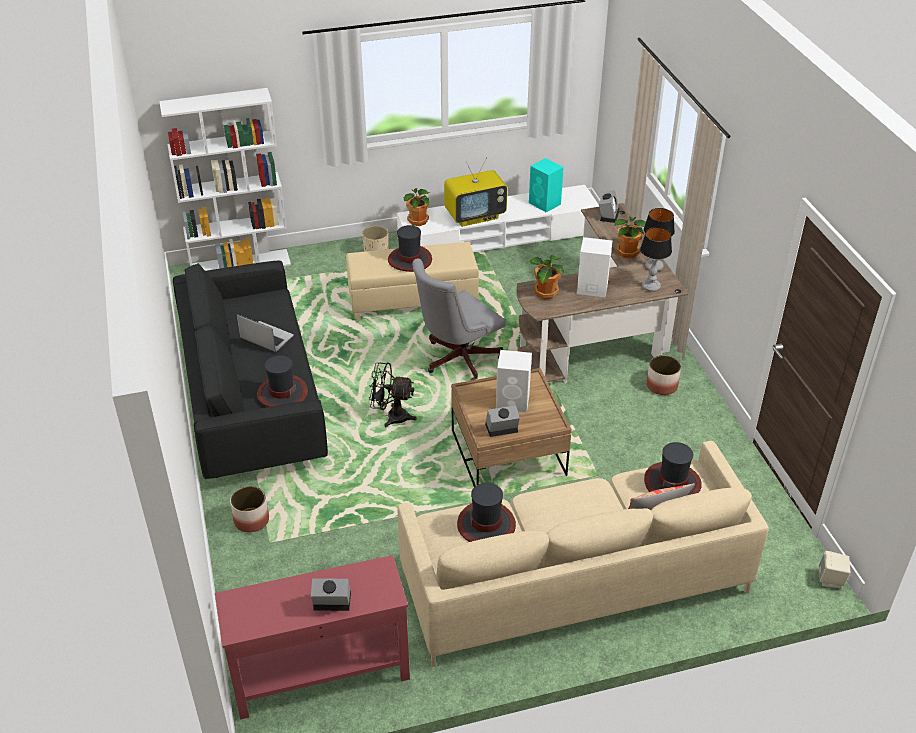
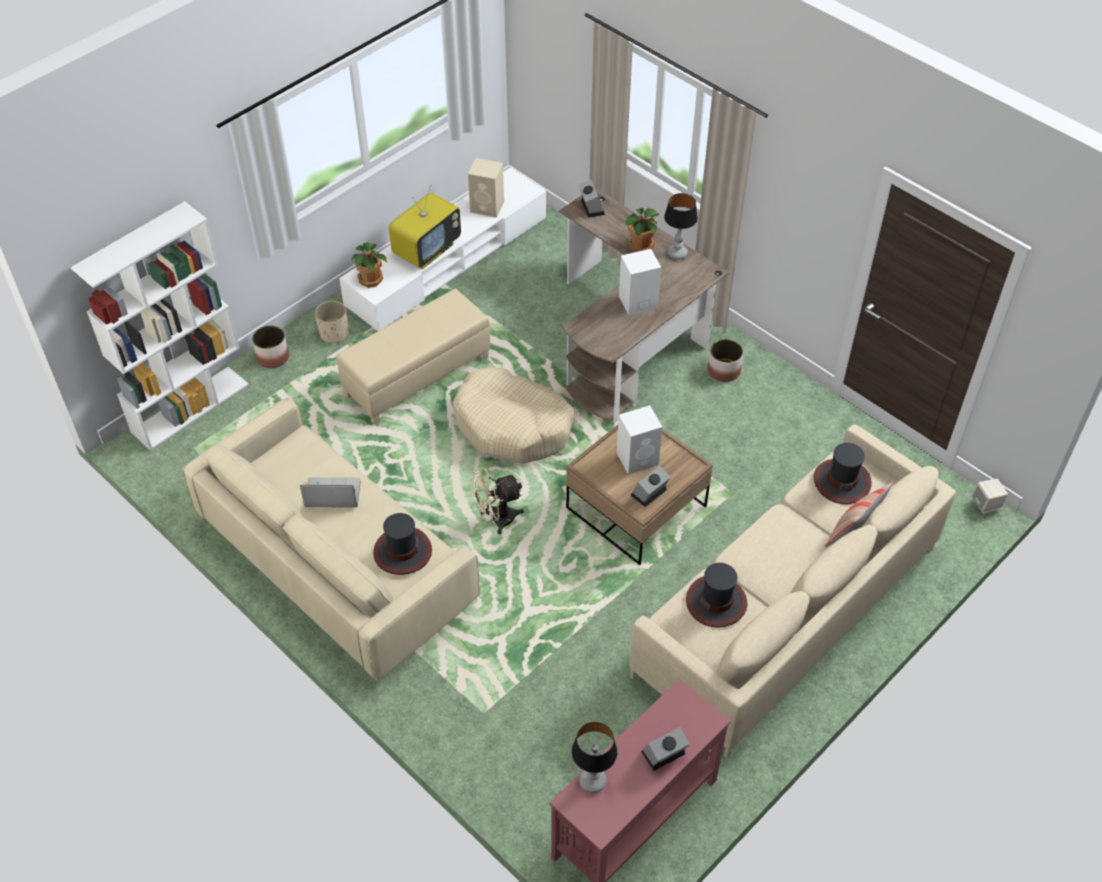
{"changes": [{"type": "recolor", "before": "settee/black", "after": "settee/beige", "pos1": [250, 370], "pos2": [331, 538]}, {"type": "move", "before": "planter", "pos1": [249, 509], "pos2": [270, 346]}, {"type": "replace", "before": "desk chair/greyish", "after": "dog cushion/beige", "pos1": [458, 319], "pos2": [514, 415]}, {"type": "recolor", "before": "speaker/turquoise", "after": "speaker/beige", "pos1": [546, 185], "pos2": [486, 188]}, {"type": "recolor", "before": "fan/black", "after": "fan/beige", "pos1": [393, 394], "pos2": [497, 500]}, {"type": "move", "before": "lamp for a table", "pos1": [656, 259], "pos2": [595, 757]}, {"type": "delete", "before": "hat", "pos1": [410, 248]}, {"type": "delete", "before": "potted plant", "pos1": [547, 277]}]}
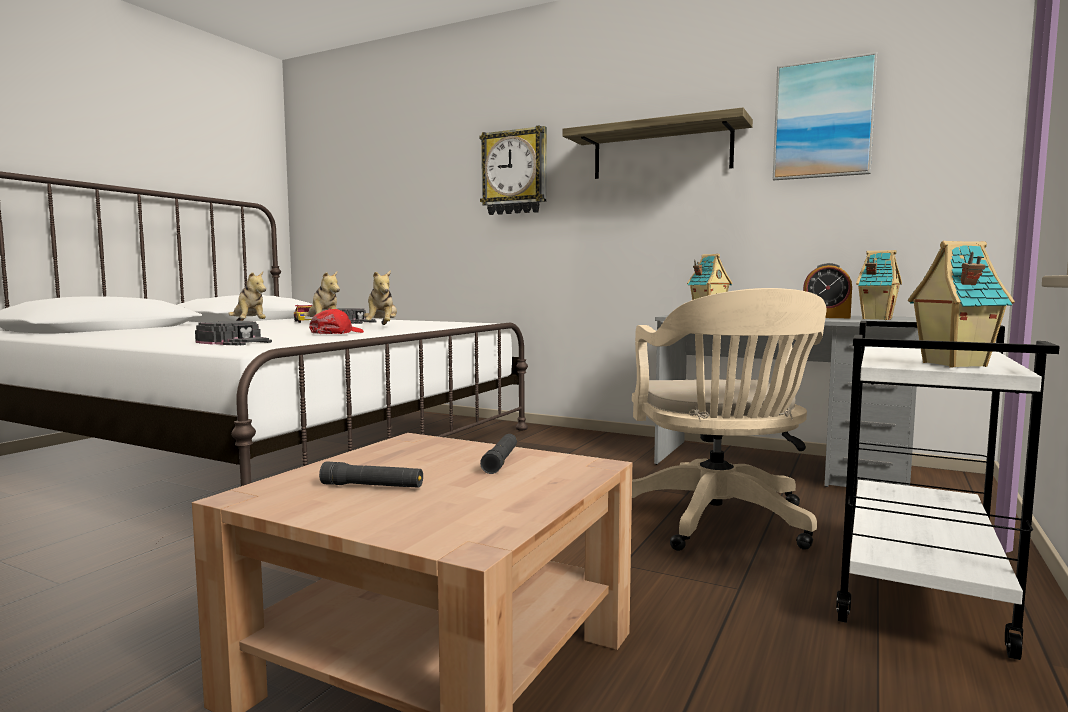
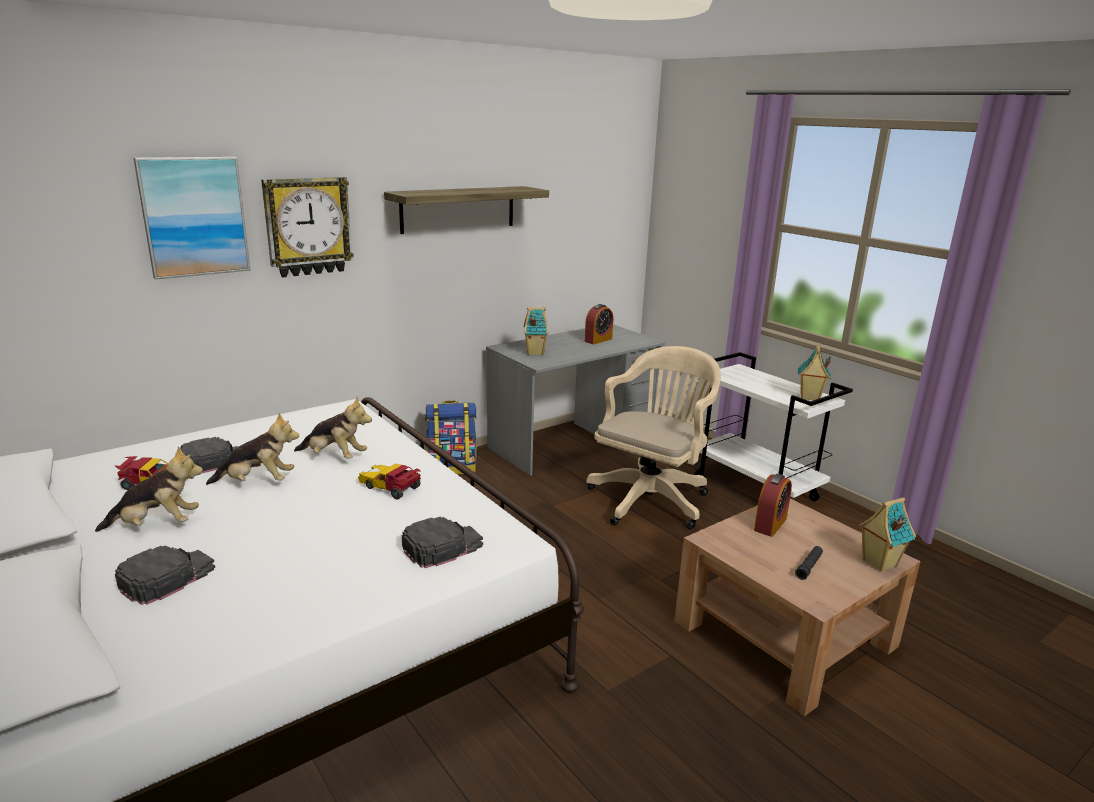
{"changes": [{"type": "insert", "after": "cap/black", "pos2": [165, 575]}, {"type": "move", "before": "wall picture", "pos1": [825, 116], "pos2": [192, 218]}, {"type": "replace", "before": "cap/red", "after": "miniature car", "pos1": [336, 321], "pos2": [389, 481]}, {"type": "insert", "after": "rucksack", "pos2": [451, 438]}, {"type": "rotate", "before": "desk chair/beige", "pos1": [729, 419], "pos2": [654, 438], "turn": -75}, {"type": "replace", "before": "torch/black", "after": "alarm clock", "pos1": [498, 454], "pos2": [773, 505]}, {"type": "move", "before": "miniature house", "pos1": [879, 285], "pos2": [887, 534]}]}
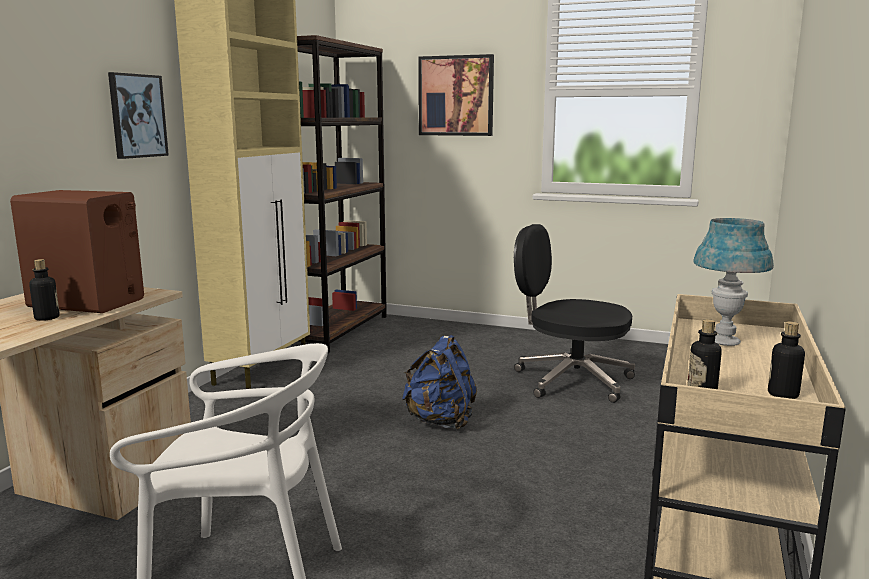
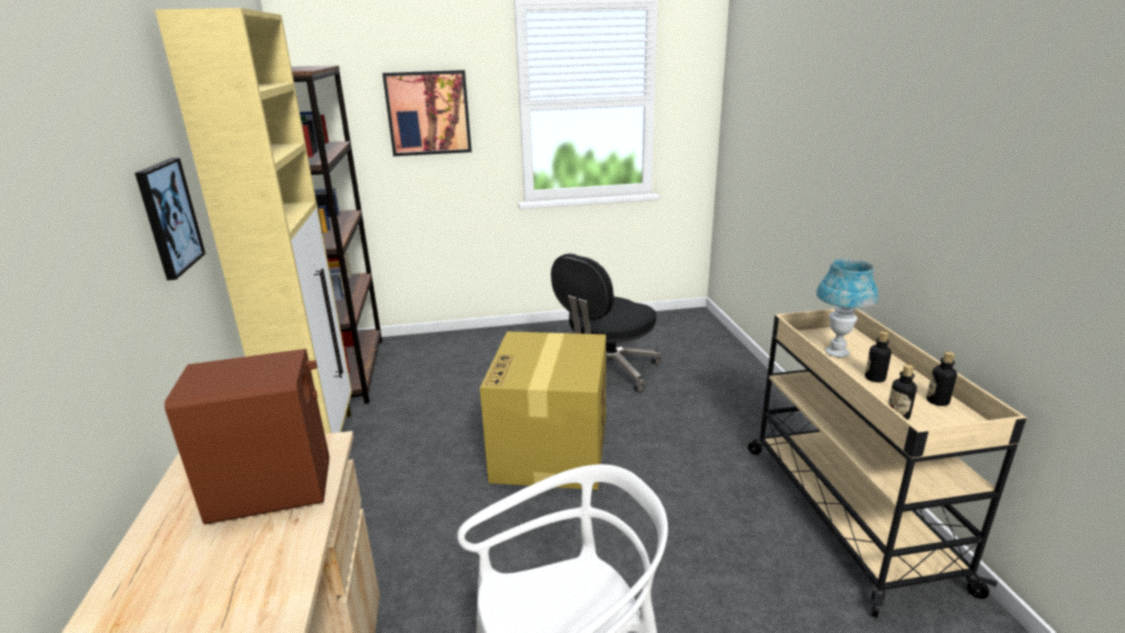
{"changes": [{"type": "replace", "before": "rucksack/blue", "after": "carton", "pos1": [439, 382], "pos2": [543, 410]}, {"type": "rotate", "before": "desk chair/black", "pos1": [574, 313], "pos2": [606, 323], "turn": -45}, {"type": "move", "before": "bottle", "pos1": [44, 290], "pos2": [878, 356]}]}
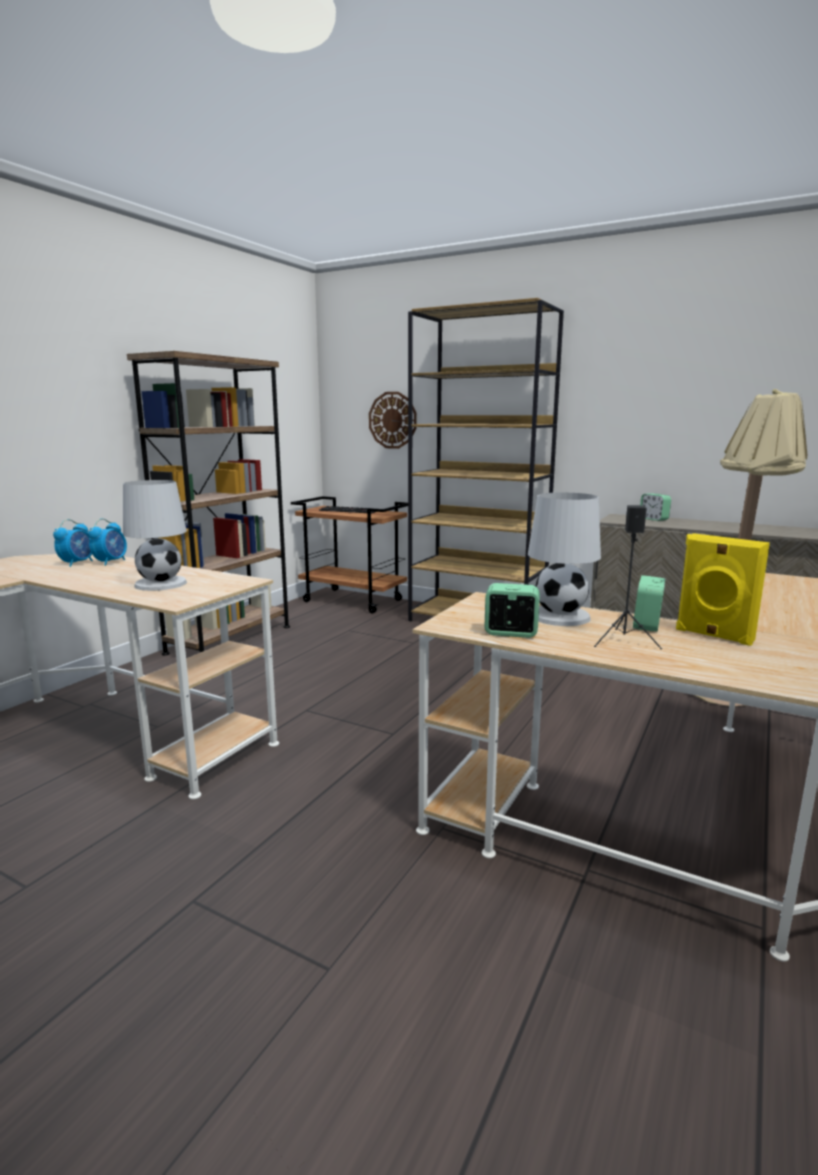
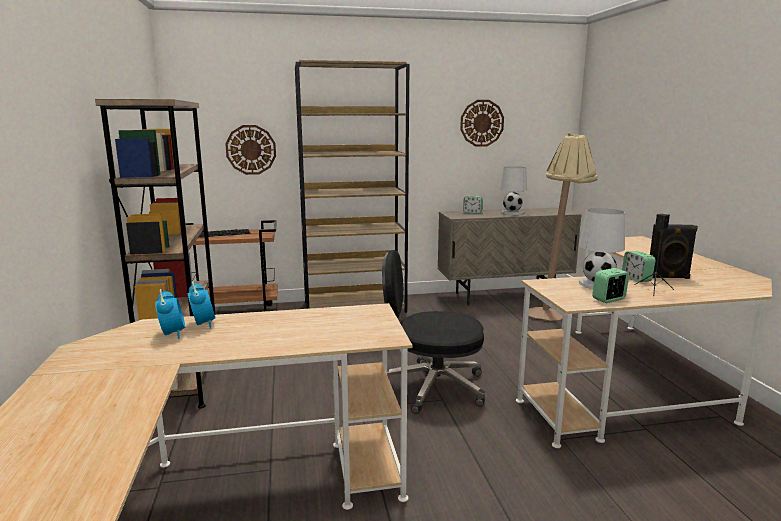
{"changes": [{"type": "insert", "after": "desk chair/black", "pos2": [433, 332]}, {"type": "insert", "after": "wall clock", "pos2": [482, 123]}, {"type": "move", "before": "lamp for a table/white-coloured", "pos1": [155, 535], "pos2": [513, 190]}, {"type": "recolor", "before": "speaker/yellowish", "after": "speaker/black", "pos1": [723, 589], "pos2": [674, 251]}]}
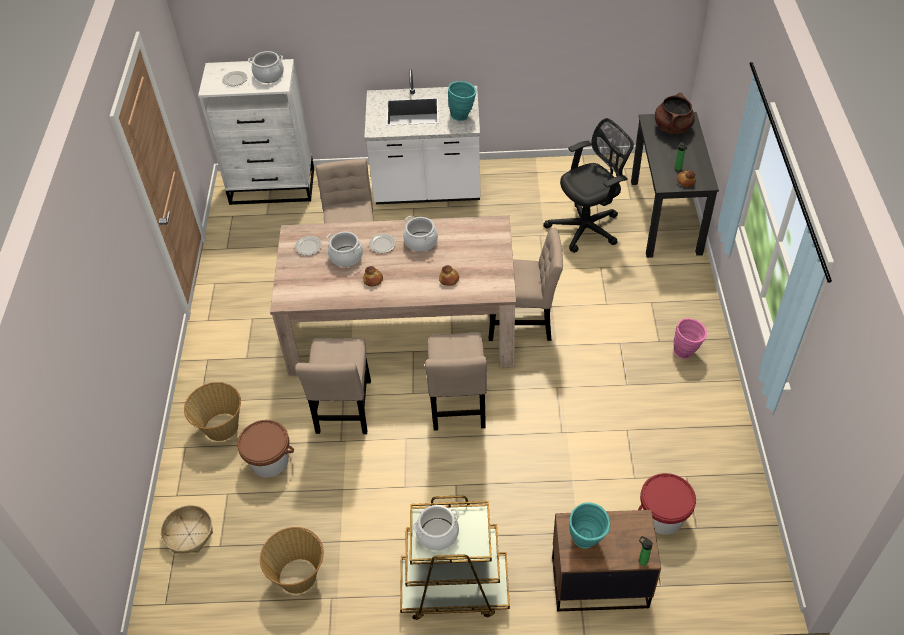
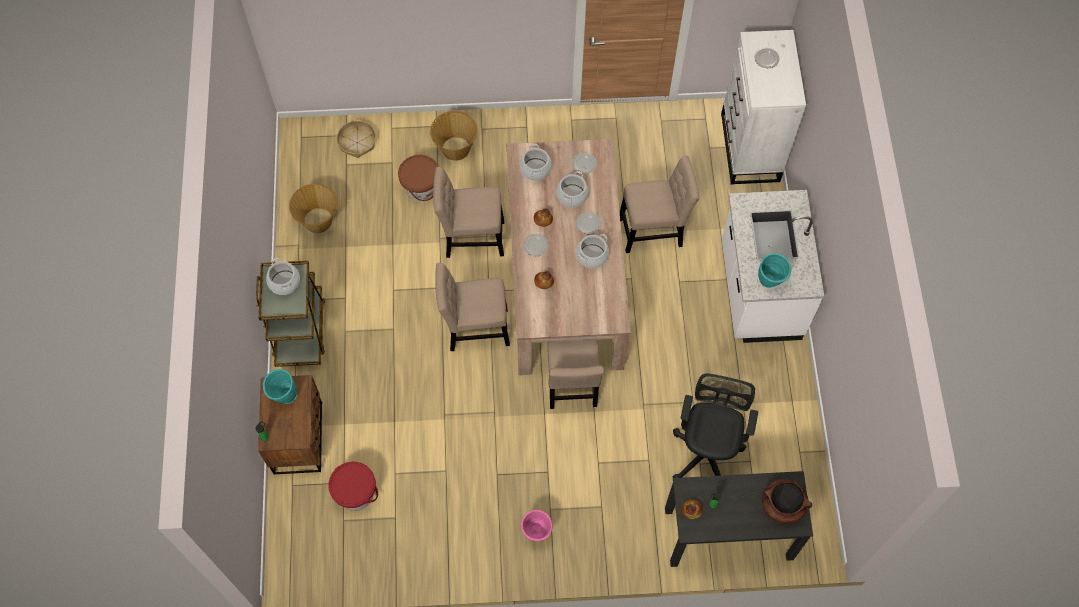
{"changes": [{"type": "move", "before": "stockpot", "pos1": [266, 67], "pos2": [536, 162]}, {"type": "insert", "after": "flat dish", "pos2": [536, 245]}, {"type": "rotate", "before": "desk chair/black", "pos1": [588, 185], "pos2": [715, 426], "turn": -135}]}
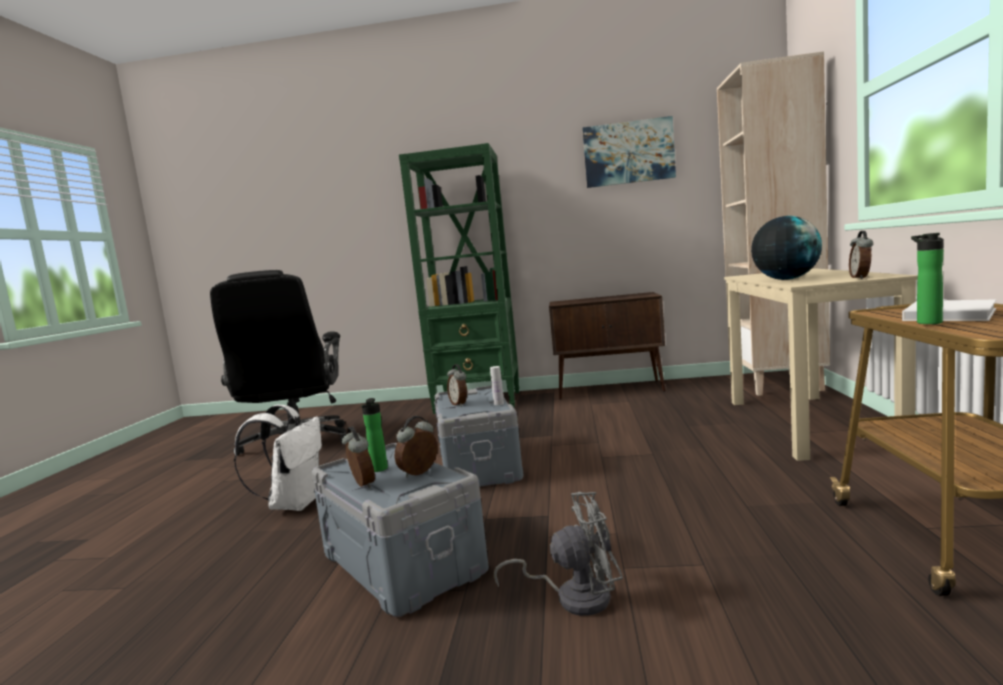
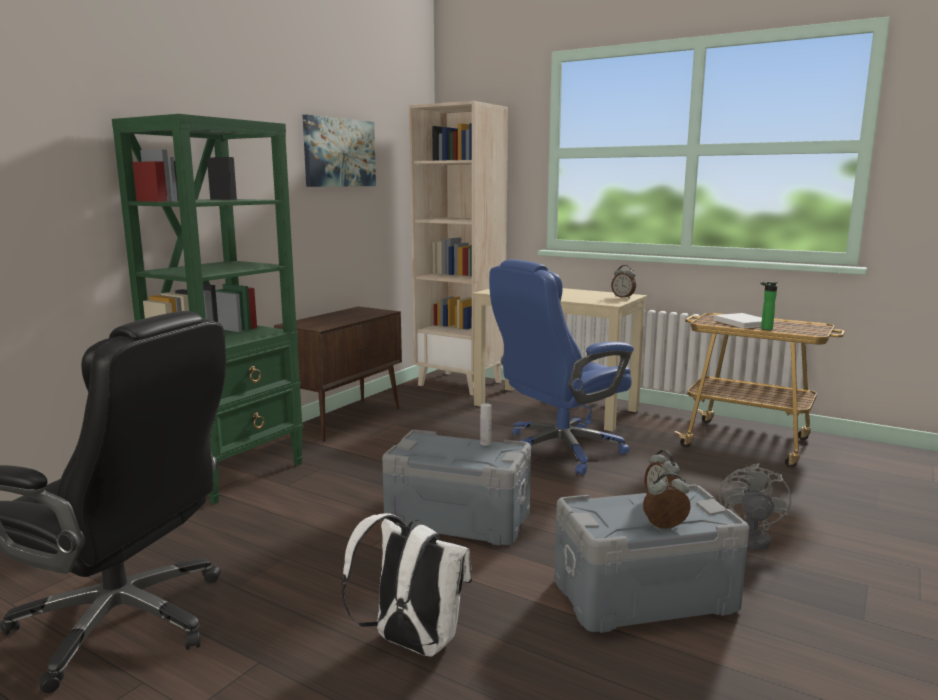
{"changes": [{"type": "insert", "after": "desk chair/blue", "pos2": [561, 367]}, {"type": "delete", "before": "bottle", "pos1": [375, 435]}, {"type": "delete", "before": "alarm clock", "pos1": [457, 385]}, {"type": "delete", "before": "world globe", "pos1": [786, 248]}]}
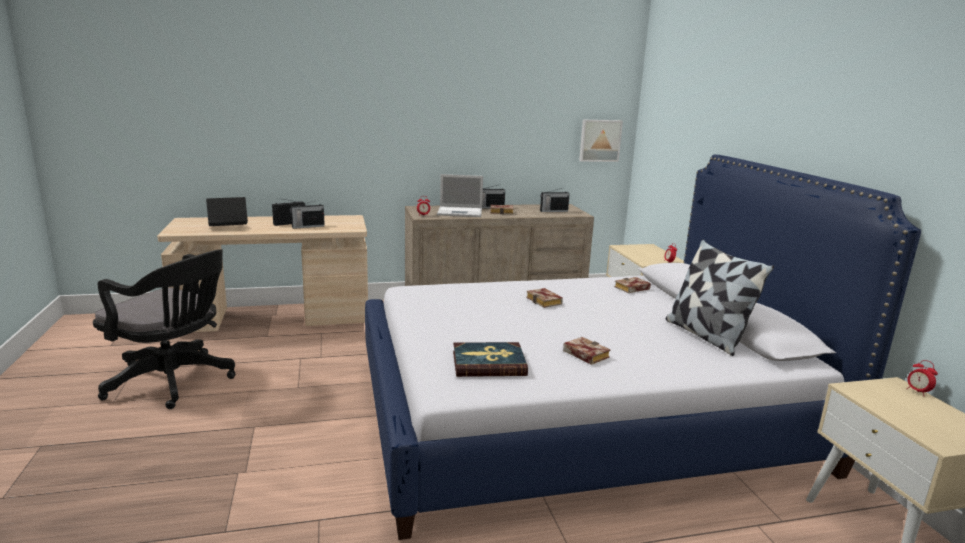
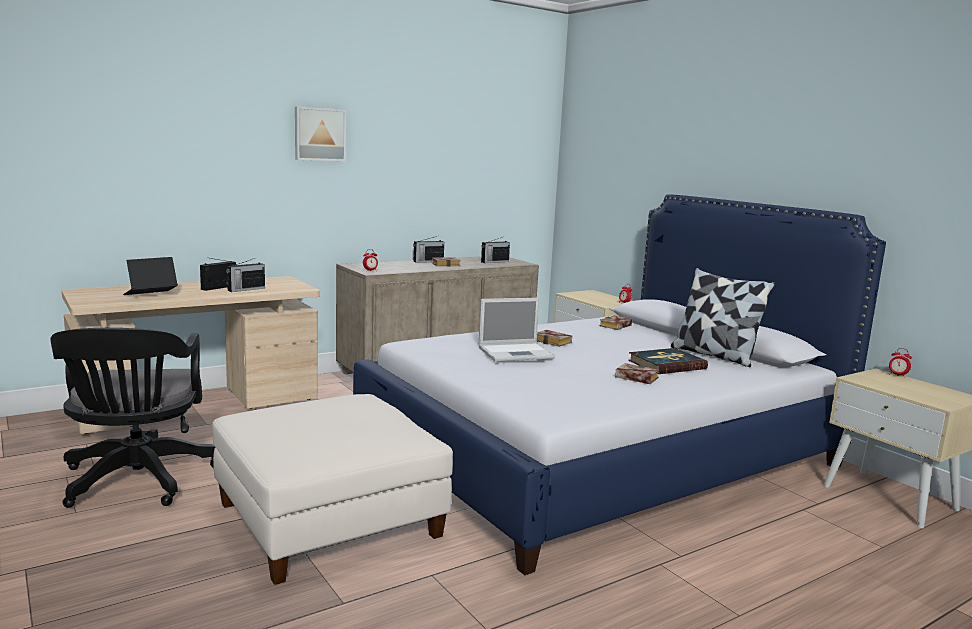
{"changes": [{"type": "rotate", "before": "desk chair/black", "pos1": [164, 329], "pos2": [132, 418], "turn": 75}, {"type": "insert", "after": "pouffe/white-coloured", "pos2": [332, 489]}, {"type": "move", "before": "wall picture", "pos1": [601, 141], "pos2": [320, 134]}, {"type": "move", "before": "portable computer", "pos1": [460, 195], "pos2": [517, 330]}, {"type": "move", "before": "volume", "pos1": [490, 359], "pos2": [668, 361]}]}
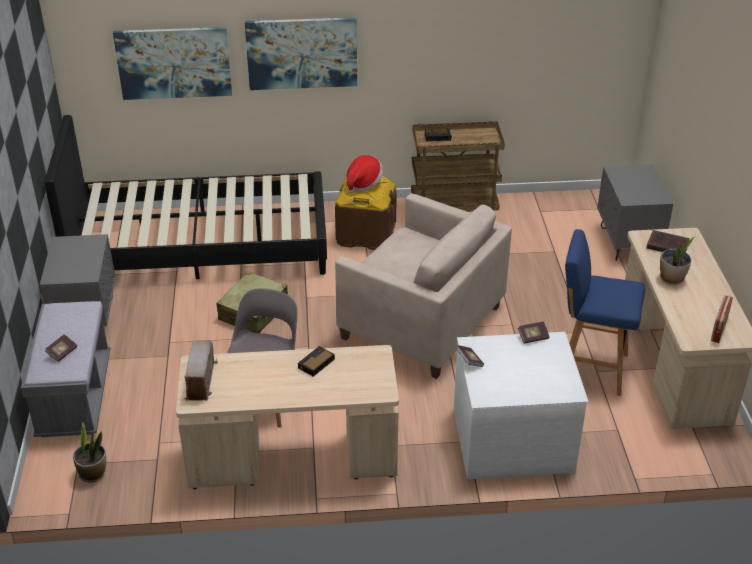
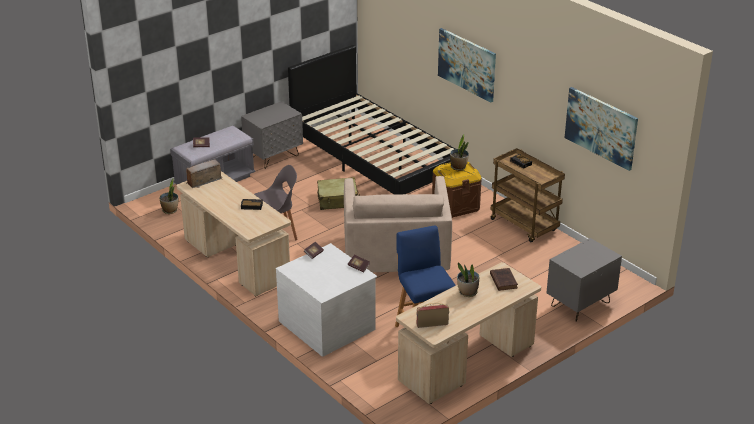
{"changes": [{"type": "replace", "before": "hat", "after": "potted plant", "pos1": [364, 174], "pos2": [459, 152]}, {"type": "move", "before": "wall picture", "pos1": [172, 63], "pos2": [601, 129]}]}
